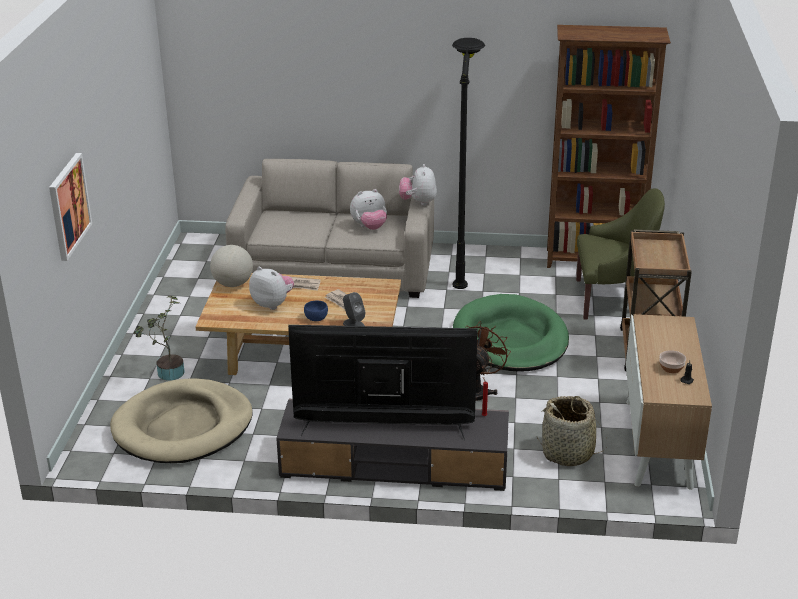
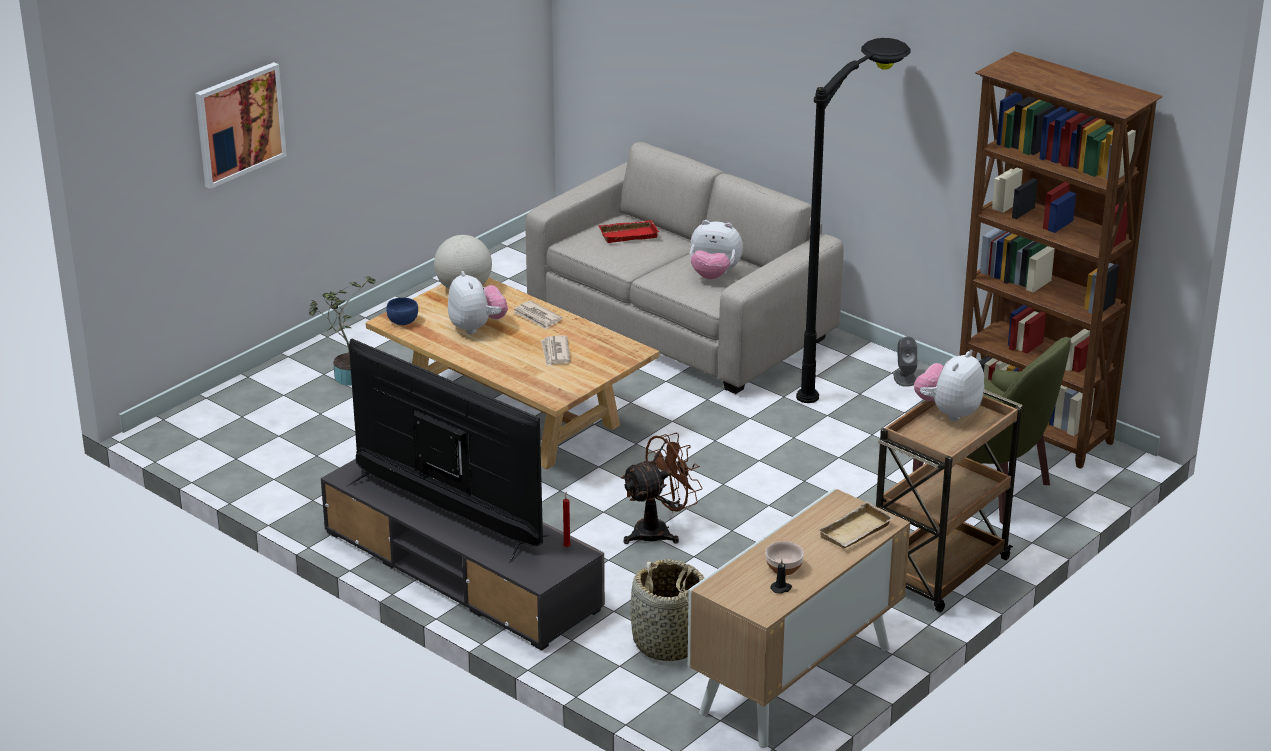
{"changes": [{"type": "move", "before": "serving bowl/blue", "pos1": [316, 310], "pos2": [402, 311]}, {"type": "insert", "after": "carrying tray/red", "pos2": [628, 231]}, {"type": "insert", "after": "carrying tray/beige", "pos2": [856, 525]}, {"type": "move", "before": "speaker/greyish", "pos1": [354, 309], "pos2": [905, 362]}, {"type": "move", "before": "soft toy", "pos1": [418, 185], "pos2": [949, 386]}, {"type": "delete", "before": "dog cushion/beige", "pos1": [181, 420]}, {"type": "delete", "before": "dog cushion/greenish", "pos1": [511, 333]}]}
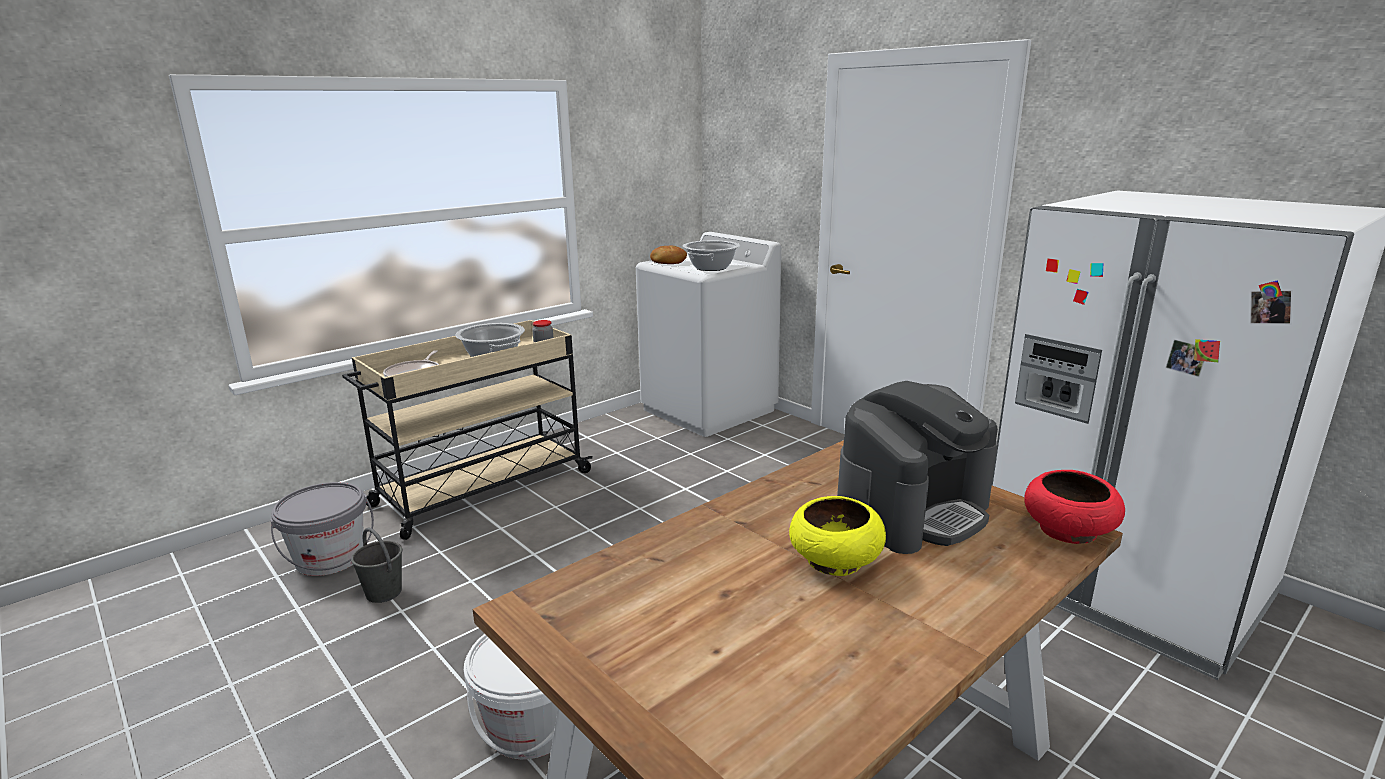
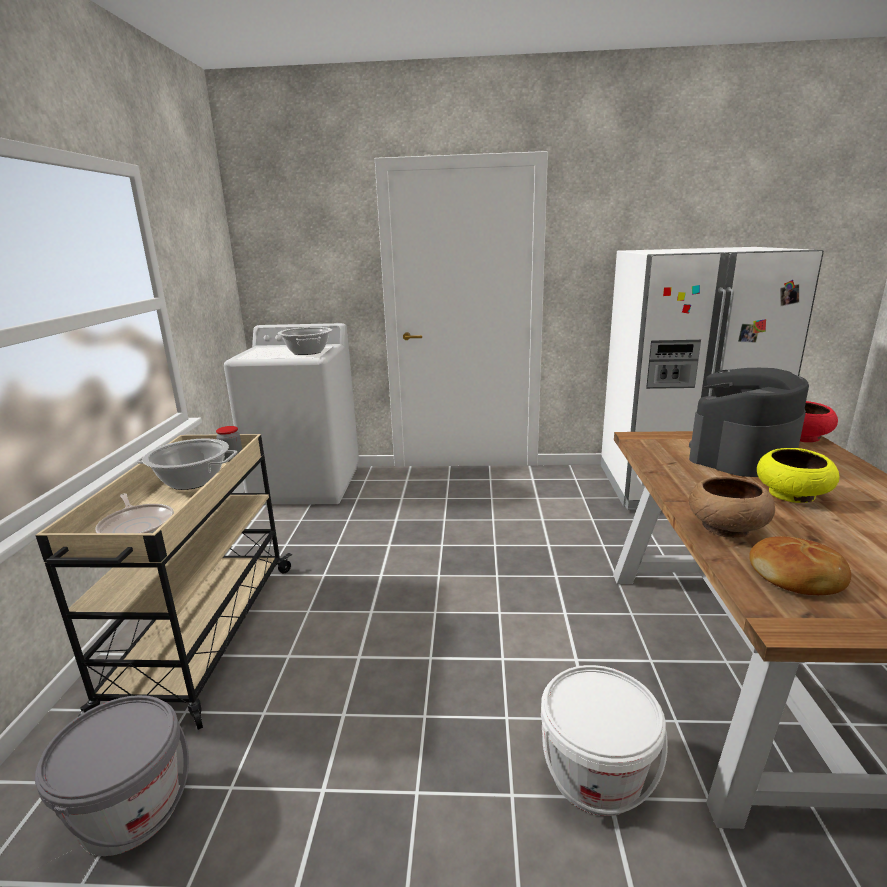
{"changes": [{"type": "rotate", "before": "coffee maker", "pos1": [917, 467], "pos2": [749, 422], "turn": -135}, {"type": "insert", "after": "serving bowl/brown", "pos2": [732, 507]}, {"type": "move", "before": "baked bread", "pos1": [668, 254], "pos2": [800, 565]}, {"type": "delete", "before": "bucket/greyish", "pos1": [376, 565]}]}
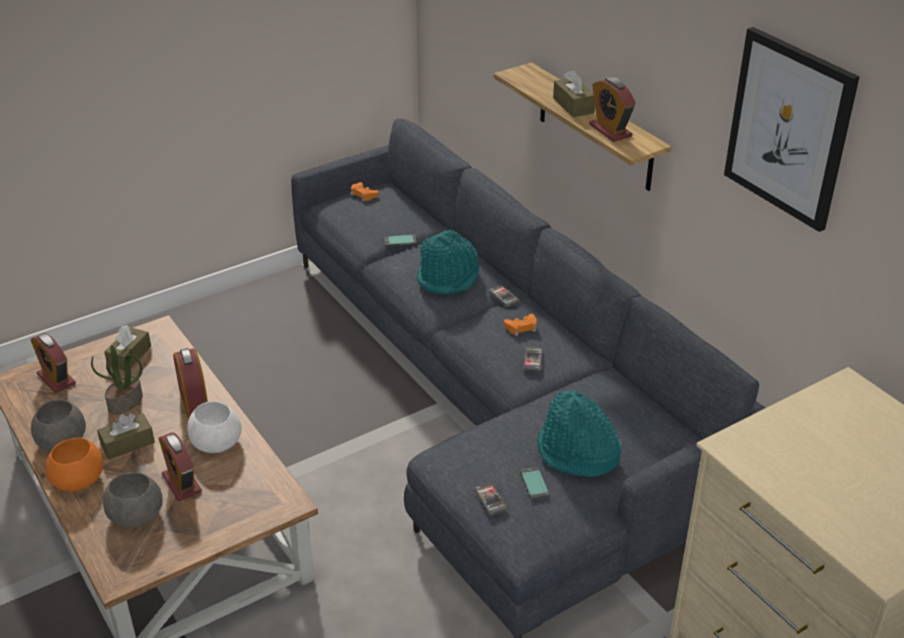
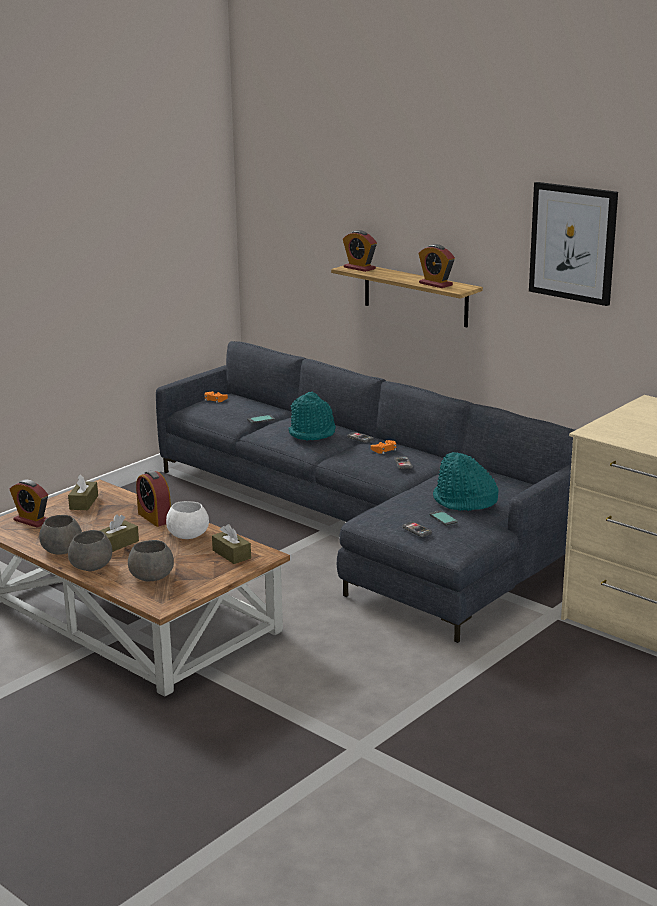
{"changes": [{"type": "recolor", "before": "serving bowl/orange-coloured", "after": "serving bowl/greyish", "pos1": [74, 464], "pos2": [90, 550]}, {"type": "move", "before": "tissue box/brown", "pos1": [574, 93], "pos2": [231, 544]}, {"type": "move", "before": "alarm clock", "pos1": [180, 466], "pos2": [360, 251]}, {"type": "delete", "before": "potted plant", "pos1": [117, 380]}]}
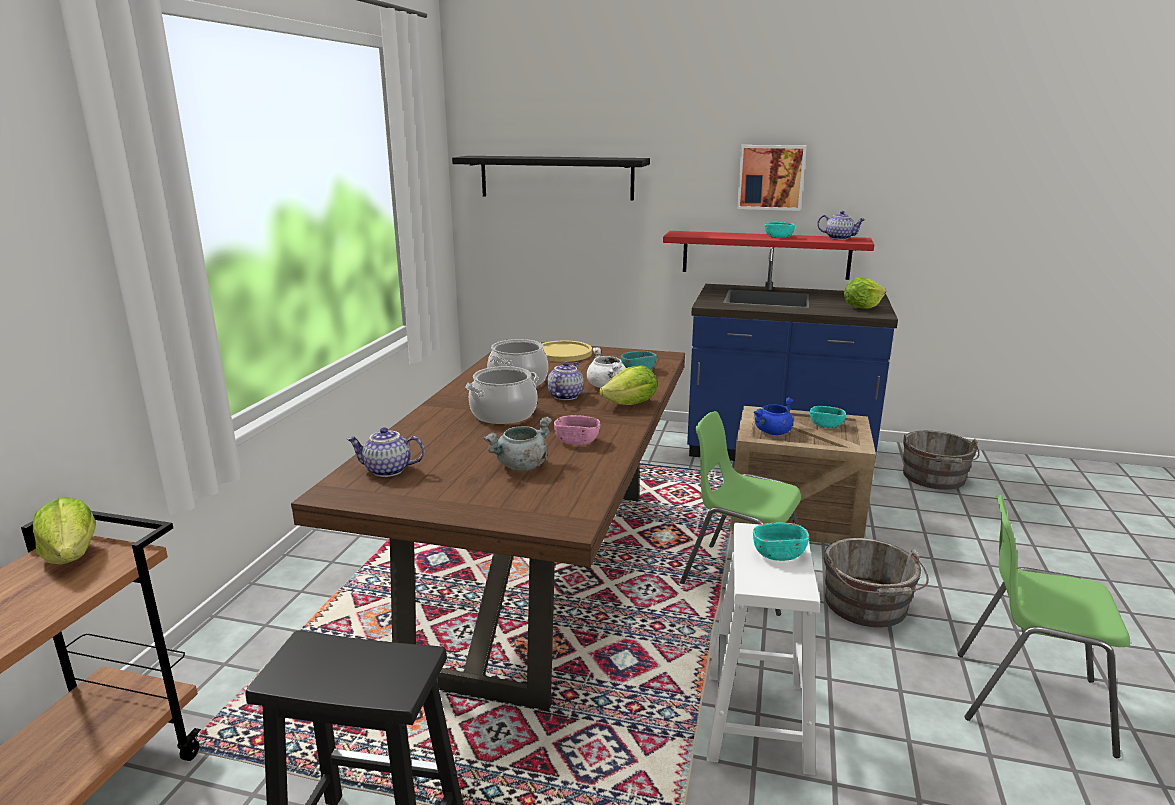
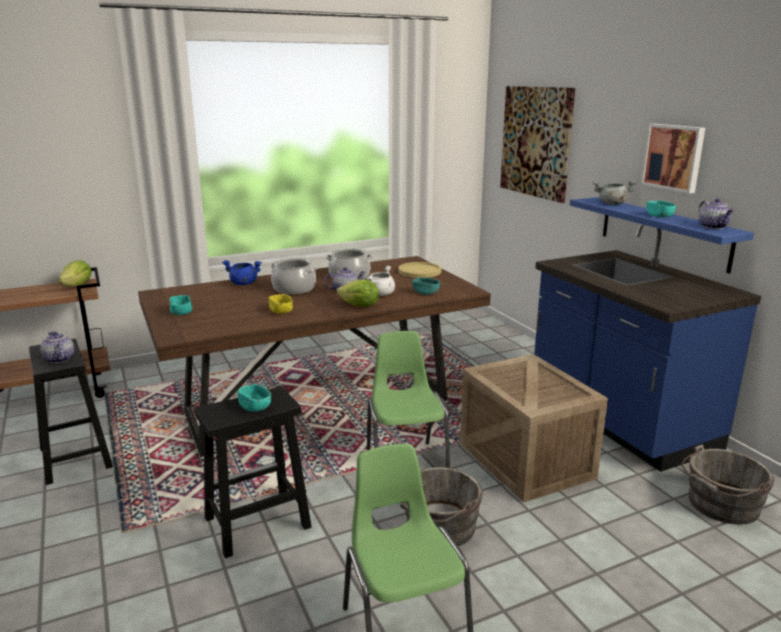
{"changes": [{"type": "move", "before": "teapot", "pos1": [386, 452], "pos2": [57, 348]}, {"type": "move", "before": "serving bowl/turquoise", "pos1": [828, 417], "pos2": [180, 305]}, {"type": "recolor", "before": "sitting stool/white-coloured", "after": "sitting stool/black", "pos1": [763, 649], "pos2": [252, 472]}, {"type": "move", "before": "stockpot/blue", "pos1": [773, 416], "pos2": [242, 272]}, {"type": "recolor", "before": "serving bowl/pink-coloured", "after": "serving bowl/yellowish", "pos1": [577, 430], "pos2": [281, 304]}, {"type": "replace", "before": "shelf/black", "after": "wall picture", "pos1": [551, 178], "pos2": [537, 144]}, {"type": "recolor", "before": "shelf/red", "after": "shelf/blue", "pos1": [769, 255], "pos2": [662, 235]}, {"type": "move", "before": "stockpot/greyish", "pos1": [517, 443], "pos2": [614, 192]}, {"type": "delete", "before": "lettuce", "pos1": [865, 293]}]}
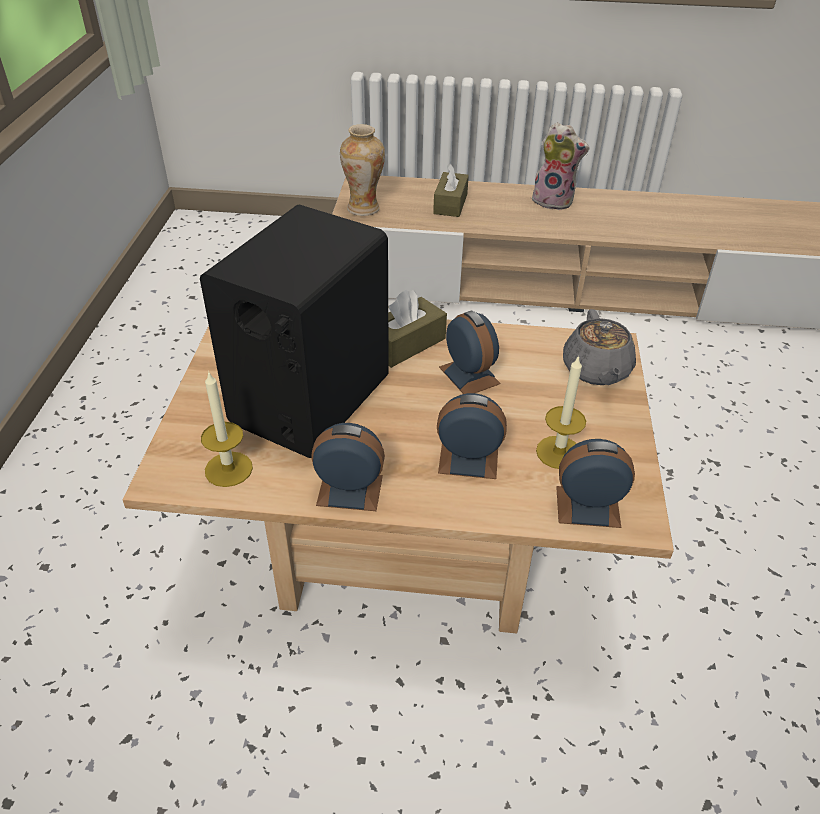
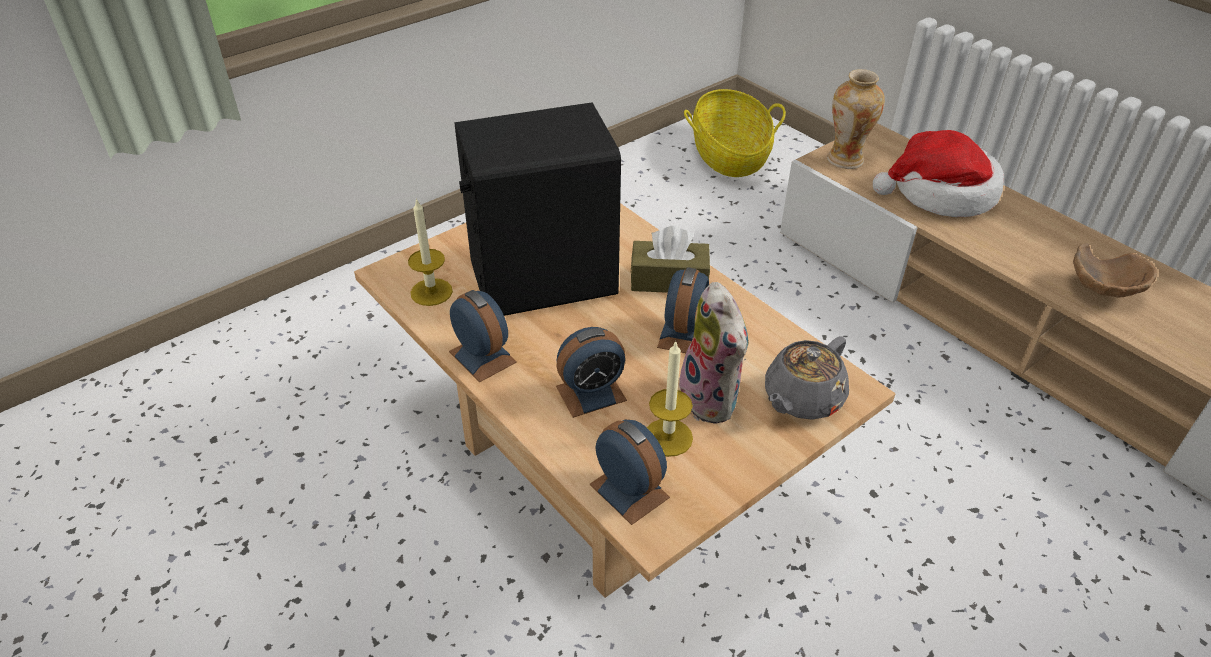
{"changes": [{"type": "rotate", "before": "alarm clock", "pos1": [472, 436], "pos2": [591, 372], "turn": 105}, {"type": "move", "before": "soft toy", "pos1": [560, 166], "pos2": [714, 353]}, {"type": "insert", "after": "storage basket", "pos2": [735, 133]}, {"type": "replace", "before": "tissue box/brown", "after": "hat", "pos1": [451, 190], "pos2": [938, 173]}, {"type": "insert", "after": "serving bowl/brown", "pos2": [1115, 270]}]}
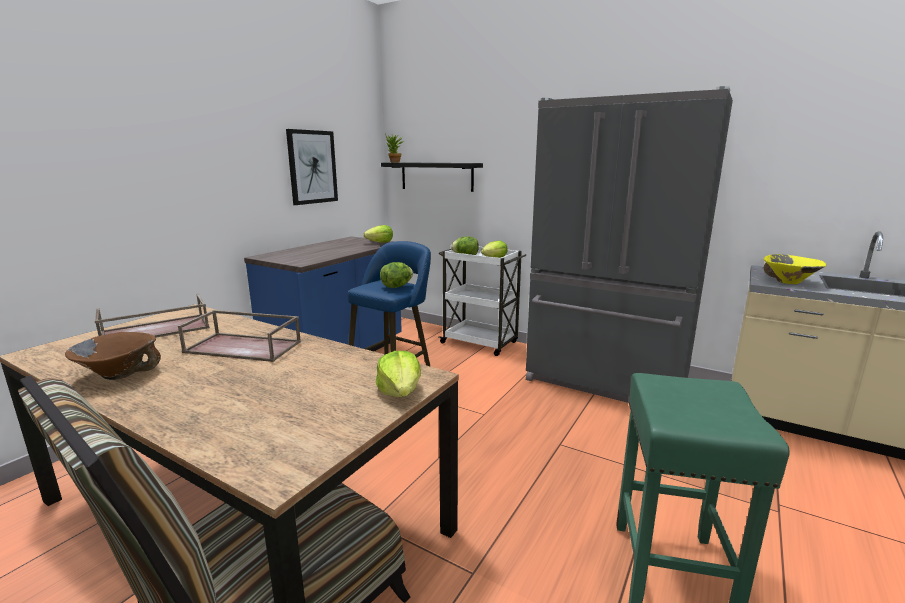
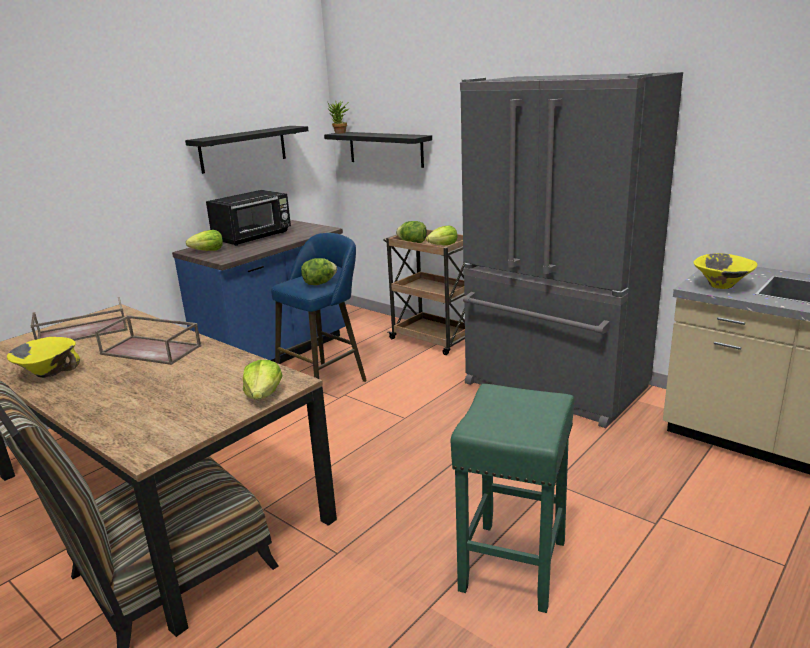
{"changes": [{"type": "recolor", "before": "serving bowl/brown", "after": "serving bowl/yellowish", "pos1": [113, 356], "pos2": [43, 357]}, {"type": "replace", "before": "wall picture", "after": "shelf/black", "pos1": [312, 167], "pos2": [246, 150]}, {"type": "move", "before": "lettuce", "pos1": [378, 234], "pos2": [204, 240]}, {"type": "insert", "after": "kitchen microwave/black", "pos2": [248, 218]}, {"type": "recolor", "before": "wheeled cart/white-coloured", "after": "wheeled cart/brown", "pos1": [483, 301], "pos2": [424, 292]}]}
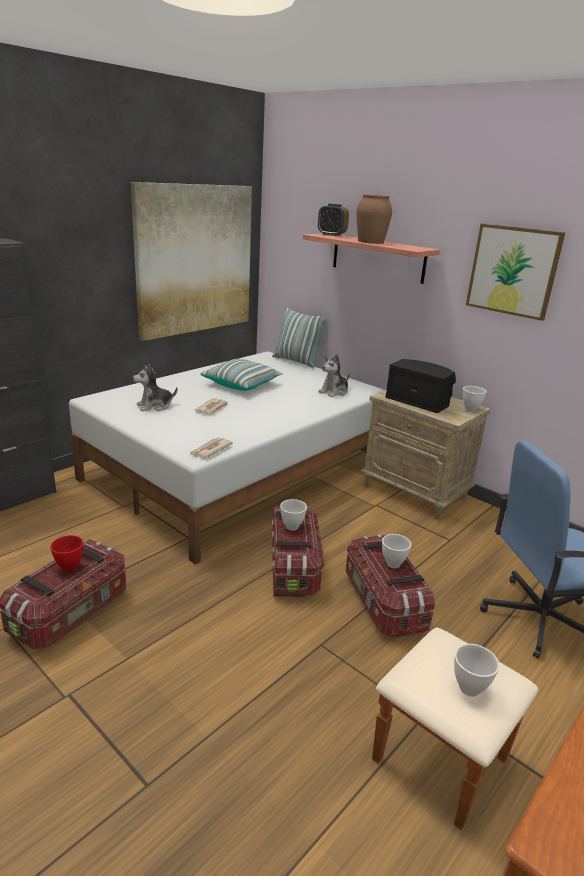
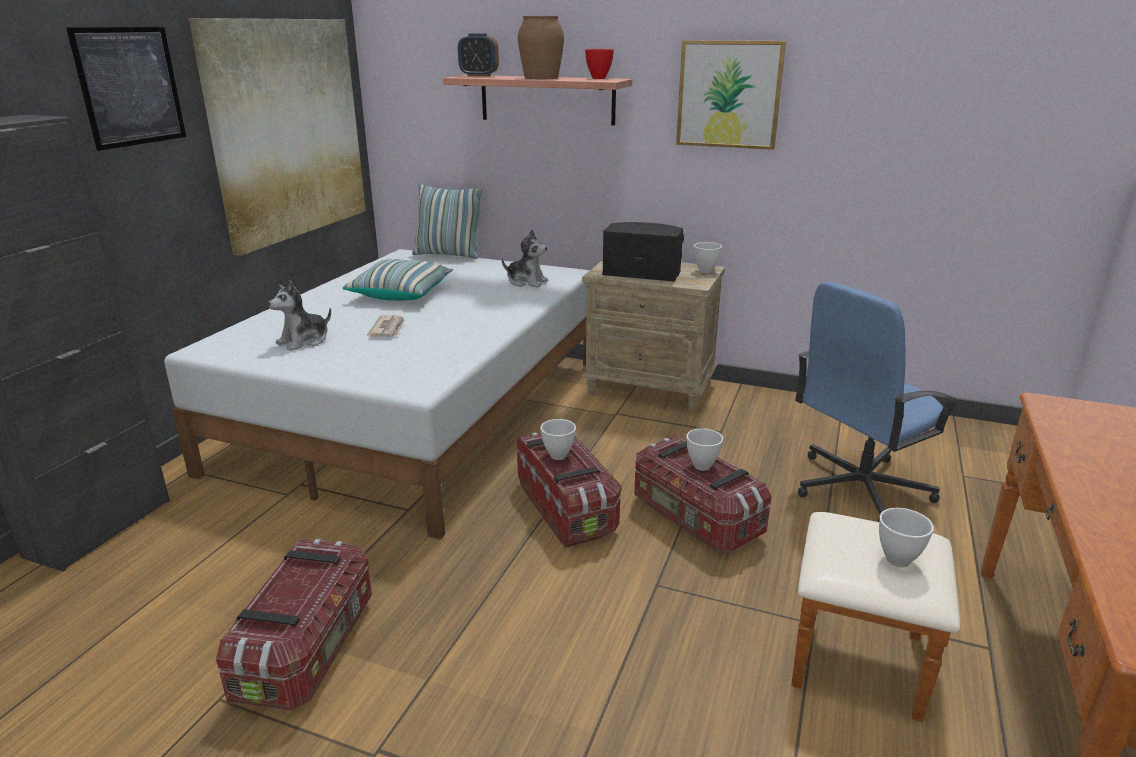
{"changes": [{"type": "insert", "after": "wall picture", "pos2": [126, 89]}, {"type": "rotate", "before": "soft toy", "pos1": [334, 375], "pos2": [525, 258], "turn": -90}, {"type": "move", "before": "serving bowl/red", "pos1": [66, 553], "pos2": [599, 64]}, {"type": "delete", "before": "newspaper", "pos1": [211, 448]}]}
